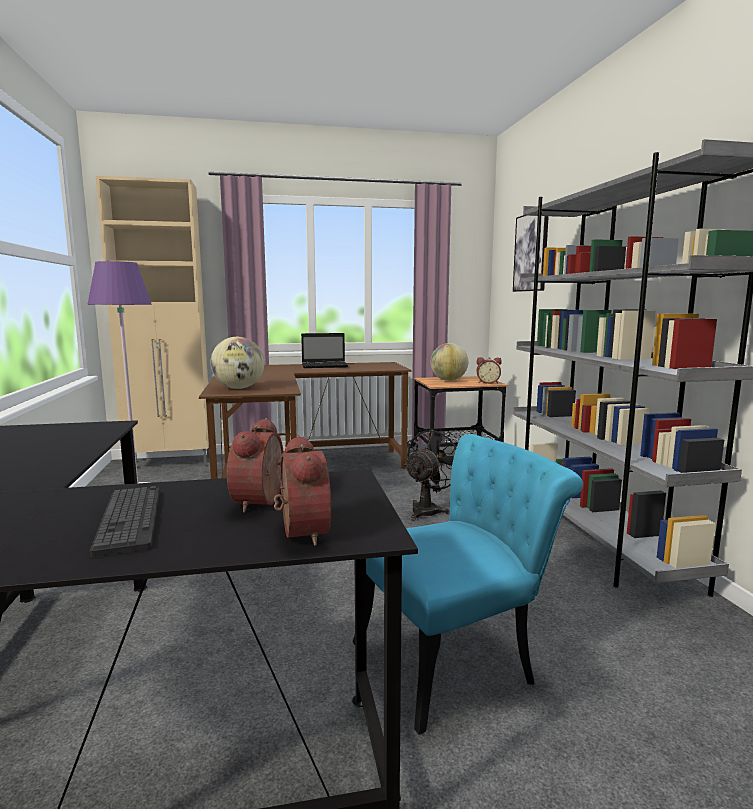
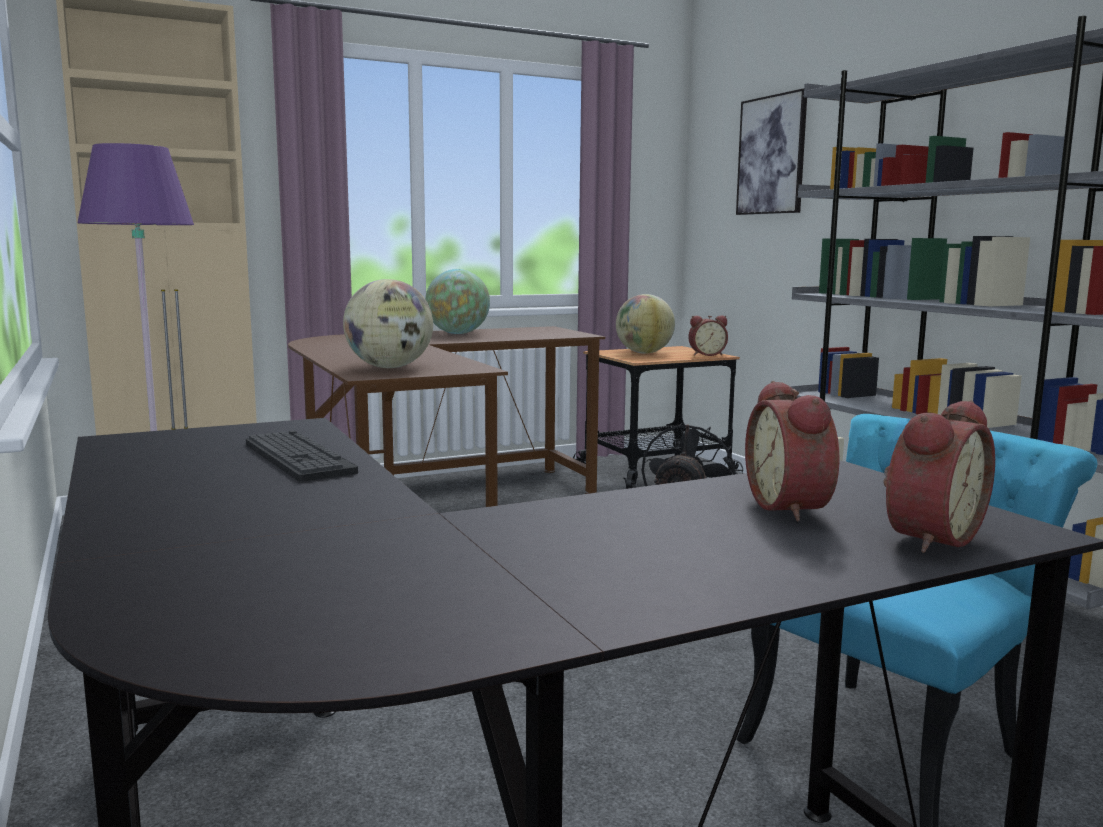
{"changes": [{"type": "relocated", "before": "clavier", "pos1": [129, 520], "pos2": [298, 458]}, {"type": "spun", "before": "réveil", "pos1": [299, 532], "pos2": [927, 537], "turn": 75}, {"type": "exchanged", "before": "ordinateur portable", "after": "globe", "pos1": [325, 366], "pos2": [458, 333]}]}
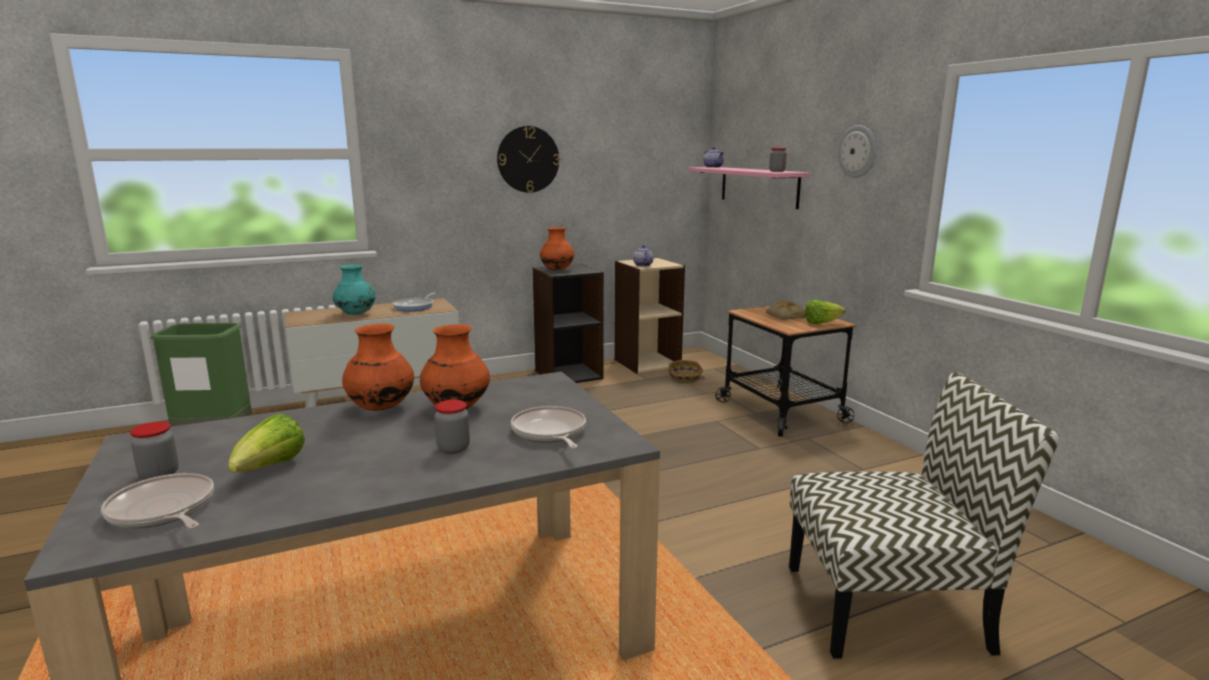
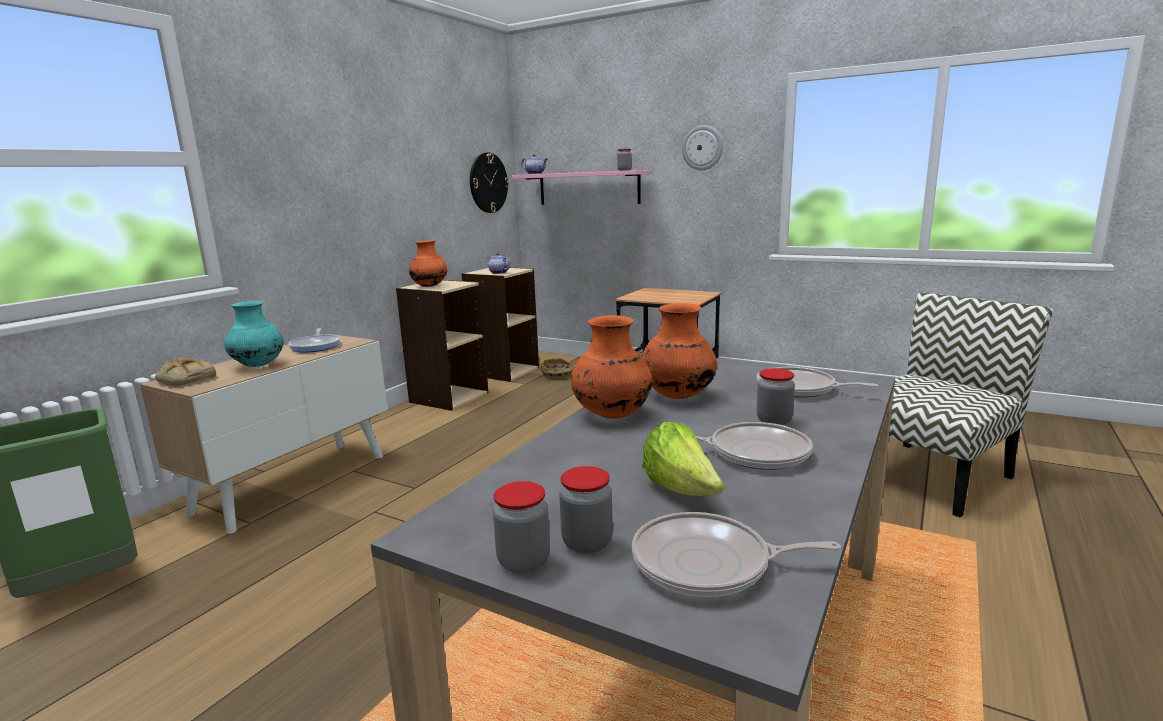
{"changes": [{"type": "relocated", "before": "horloge murale", "pos1": [528, 159], "pos2": [488, 183]}, {"type": "colour", "before": "bibliothèque [noir]", "after": "bibliothèque [beige]", "pos1": [568, 374], "pos2": [448, 397]}, {"type": "relocated", "before": "pain", "pos1": [784, 316], "pos2": [185, 379]}, {"type": "missing", "before": "laitue", "pos1": [821, 323]}, {"type": "appeared", "after": "bocal", "pos2": [523, 561]}, {"type": "appeared", "after": "poêle", "pos2": [753, 453]}]}
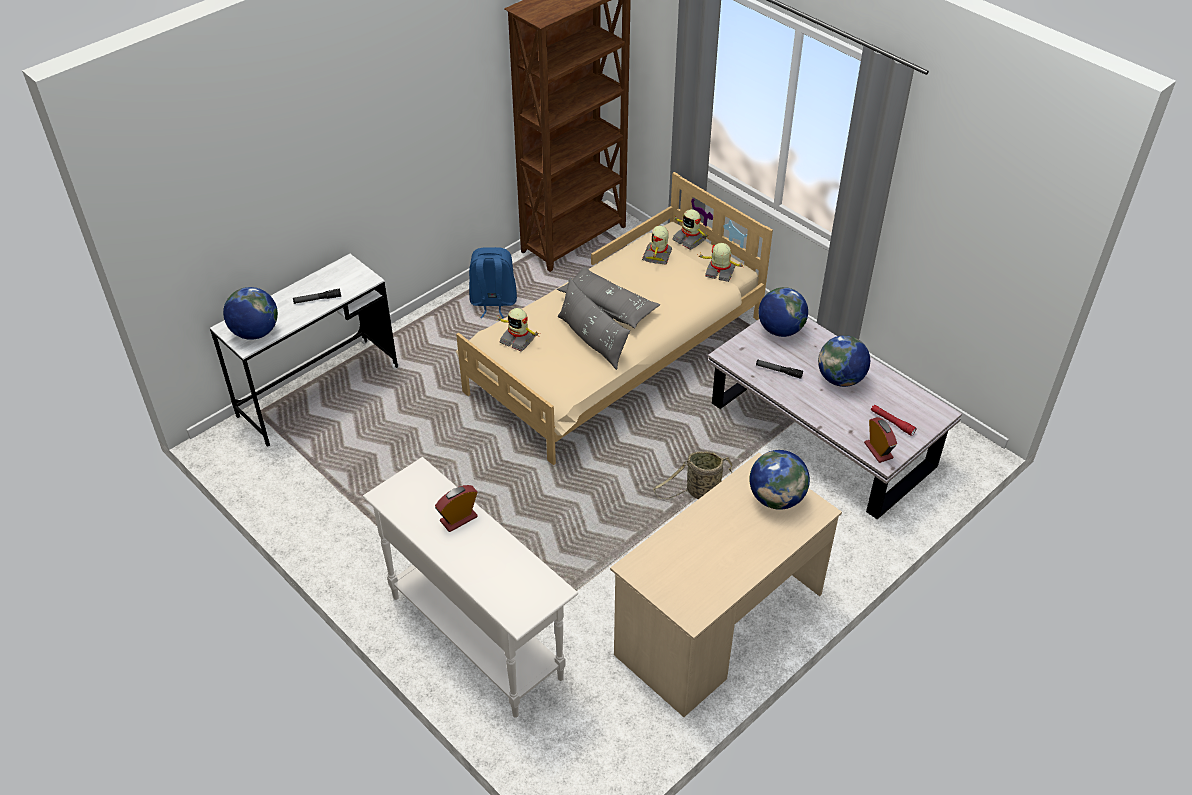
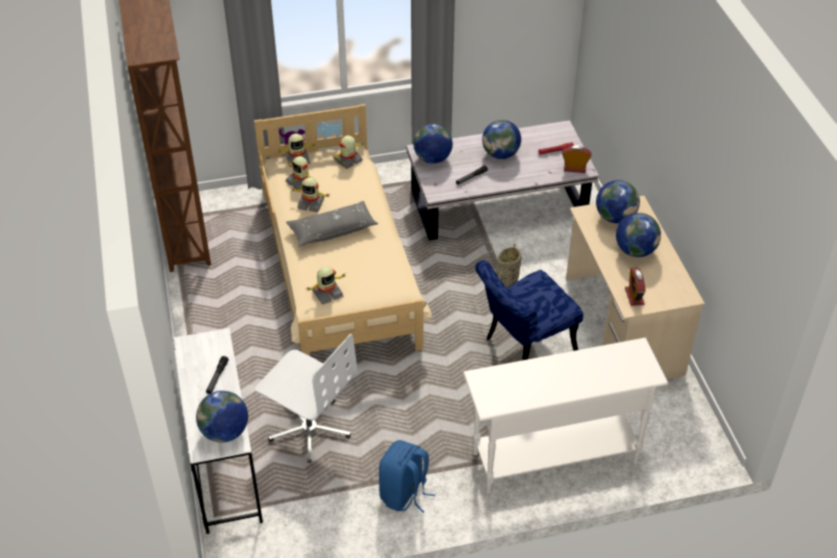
{"changes": [{"type": "relocated", "before": "réveil", "pos1": [458, 519], "pos2": [634, 296]}, {"type": "relocated", "before": "sac à dos [bleu]", "pos1": [493, 302], "pos2": [404, 494]}, {"type": "missing", "before": "coussin [gris]", "pos1": [592, 339]}, {"type": "appeared", "after": "chaise de bureau [blanc]", "pos2": [309, 428]}, {"type": "appeared", "after": "robot jouet", "pos2": [311, 203]}, {"type": "appeared", "after": "chaise [bleu]", "pos2": [523, 346]}, {"type": "appeared", "after": "globe", "pos2": [635, 250]}]}
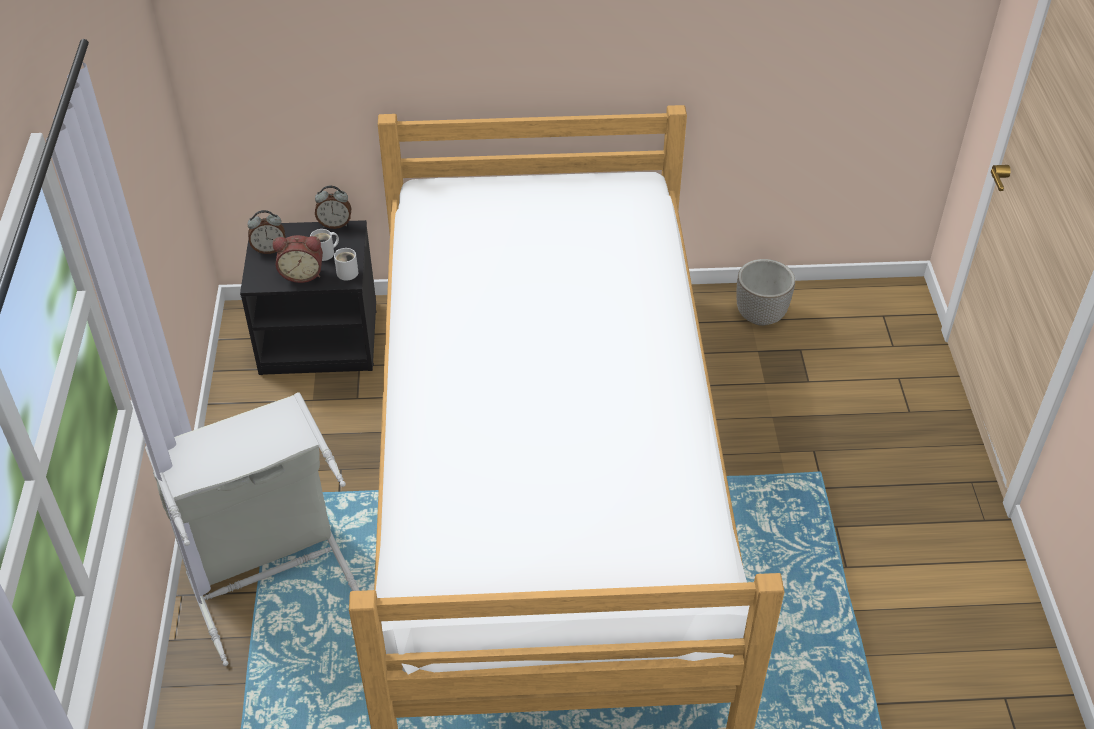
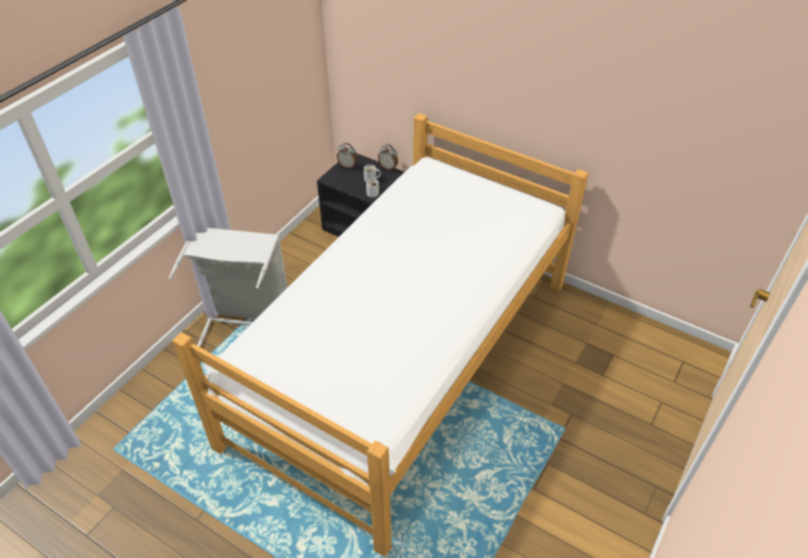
{"changes": [{"type": "missing", "before": "réveil", "pos1": [302, 273]}, {"type": "missing", "before": "cache-pot", "pos1": [761, 316]}]}
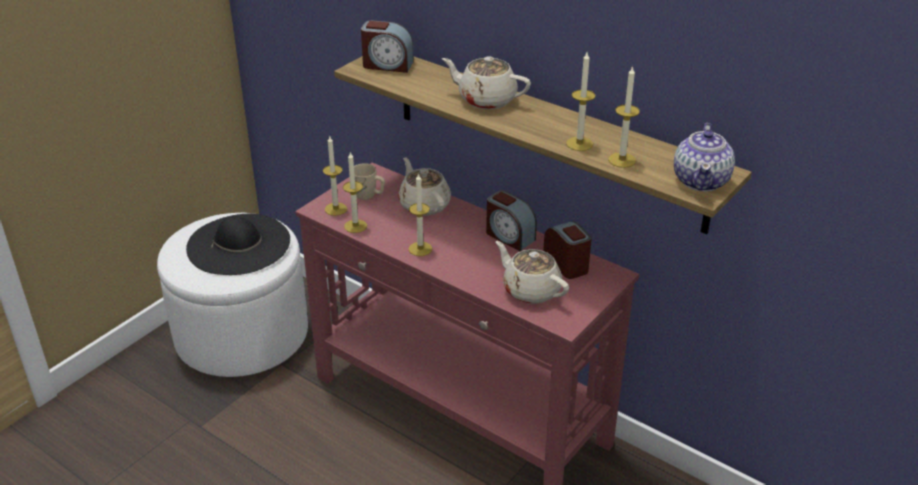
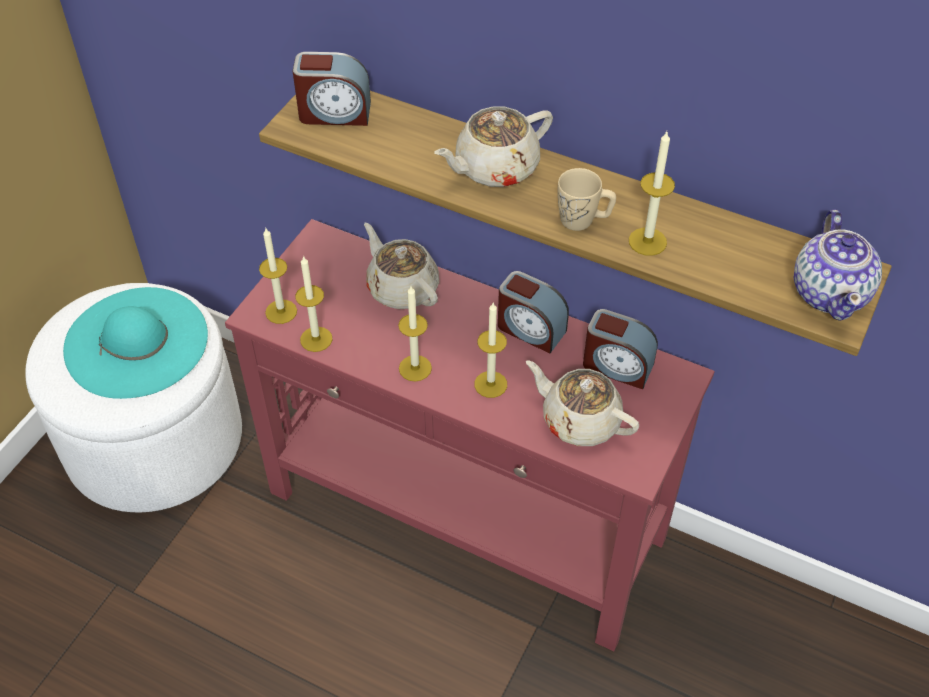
{"changes": [{"type": "colour", "before": "chapeau [noir]", "after": "chapeau [turquoise]", "pos1": [239, 244], "pos2": [136, 342]}, {"type": "relocated", "before": "mug [beige]", "pos1": [369, 195], "pos2": [583, 220]}, {"type": "spun", "before": "théière [beige]", "pos1": [486, 99], "pos2": [495, 168], "turn": -45}, {"type": "spun", "before": "réveil", "pos1": [567, 263], "pos2": [617, 366], "turn": 150}, {"type": "relocated", "before": "bougie", "pos1": [622, 160], "pos2": [490, 384]}]}
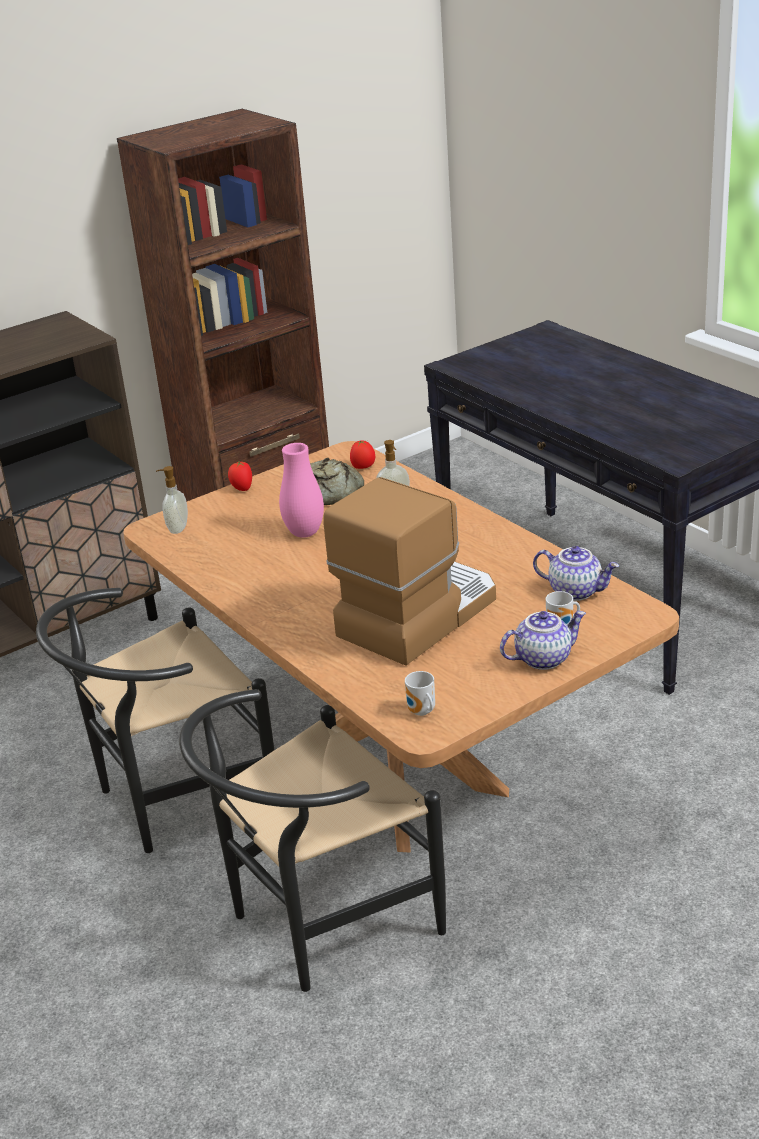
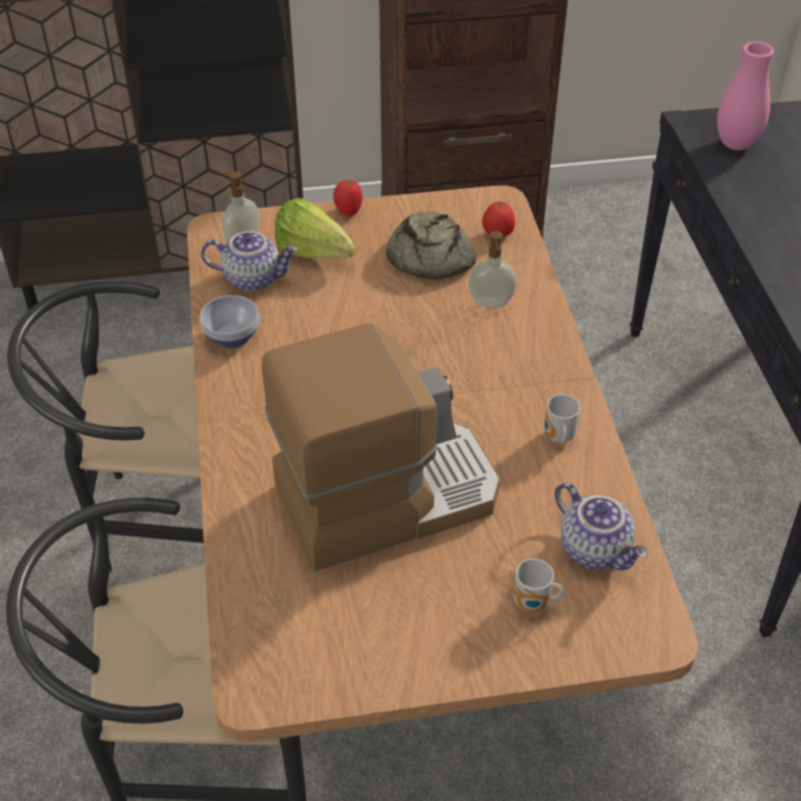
{"changes": [{"type": "relocated", "before": "vase [rose]", "pos1": [304, 533], "pos2": [735, 144]}, {"type": "relocated", "before": "mug", "pos1": [421, 712], "pos2": [557, 438]}, {"type": "relocated", "before": "théière", "pos1": [543, 658], "pos2": [253, 278]}, {"type": "appeared", "after": "bol", "pos2": [230, 337]}, {"type": "appeared", "after": "laitue", "pos2": [318, 256]}]}
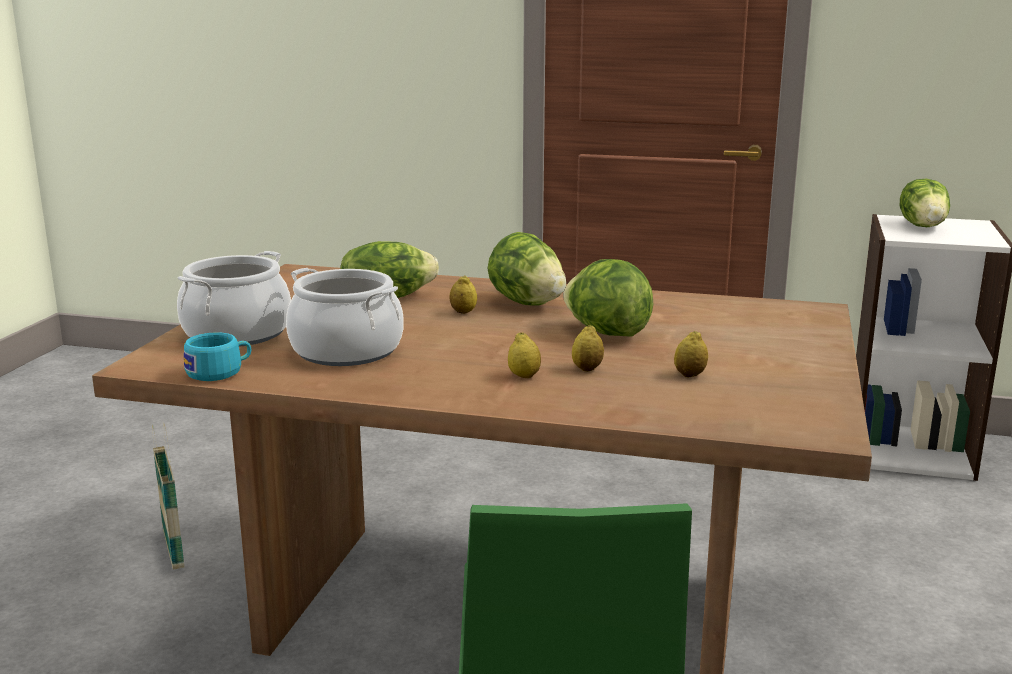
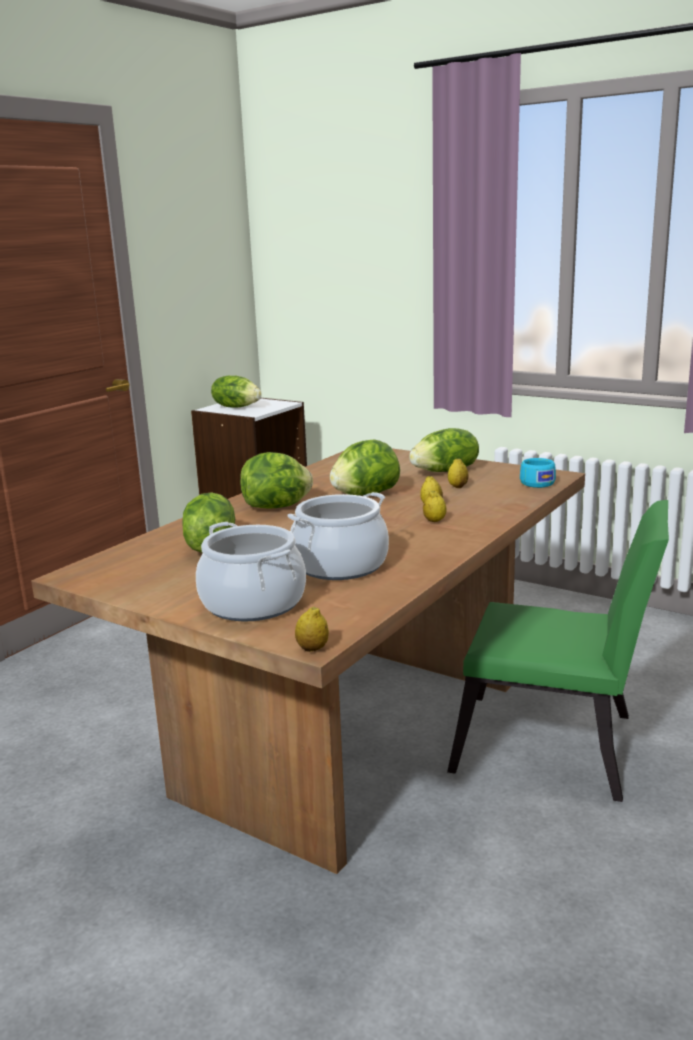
{"changes": [{"type": "missing", "before": "panier", "pos1": [173, 550]}, {"type": "relocated", "before": "tasse [turquoise]", "pos1": [220, 372], "pos2": [535, 482]}, {"type": "relocated", "before": "citron", "pos1": [463, 312], "pos2": [312, 649]}, {"type": "appeared", "after": "laitue", "pos2": [446, 471]}]}
